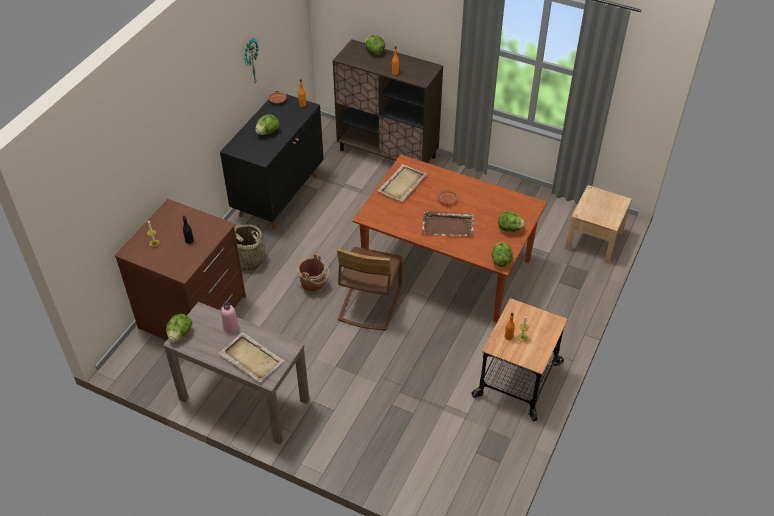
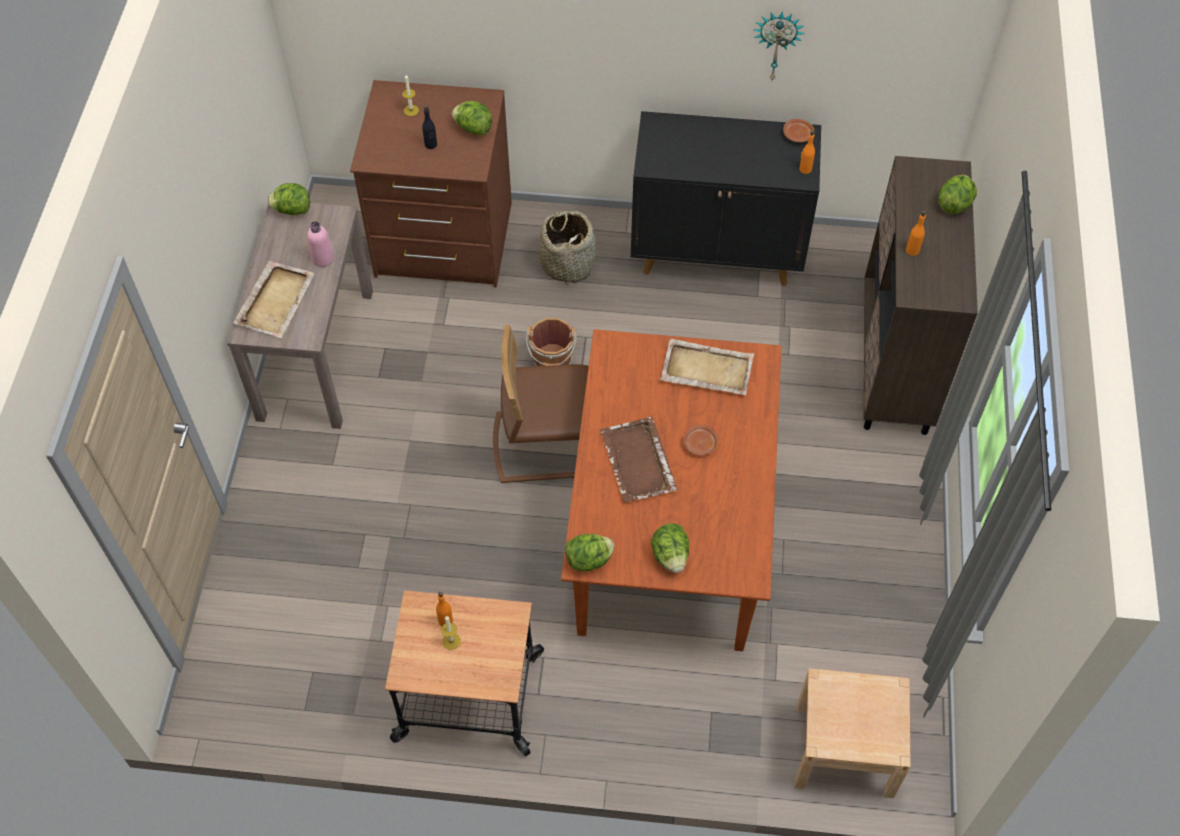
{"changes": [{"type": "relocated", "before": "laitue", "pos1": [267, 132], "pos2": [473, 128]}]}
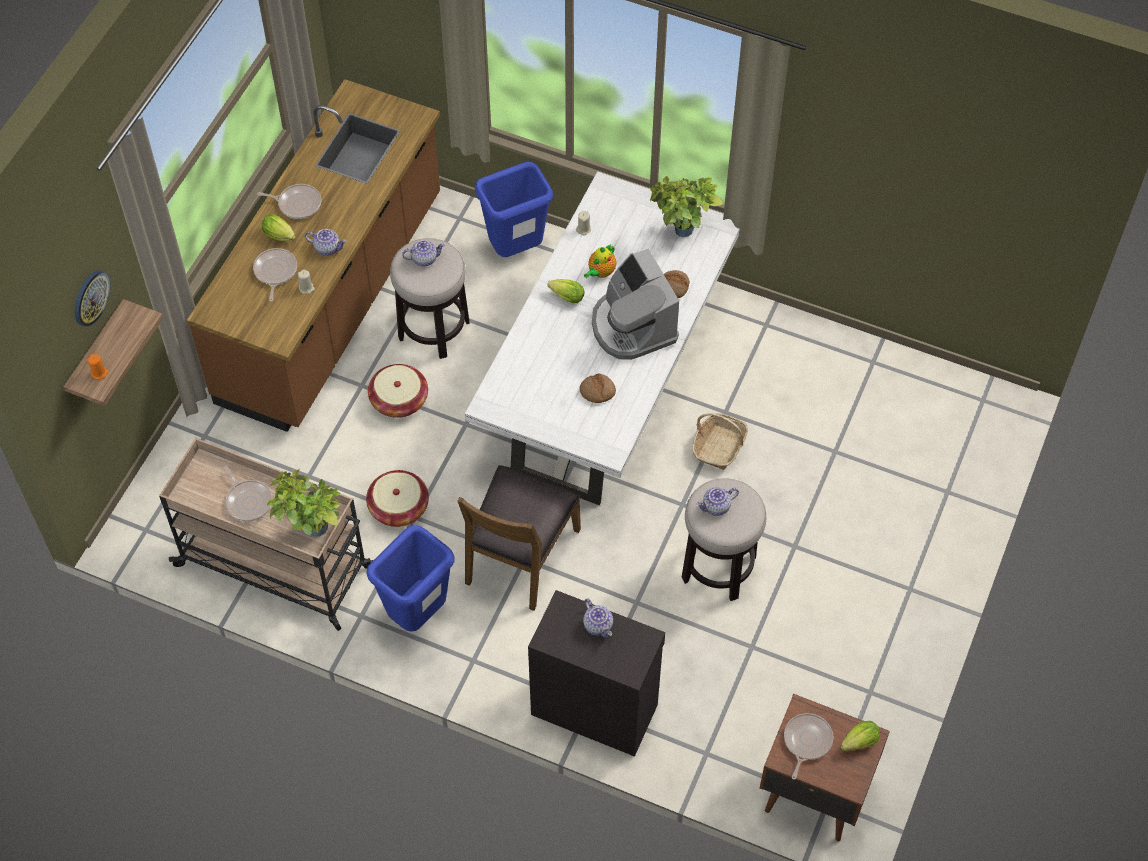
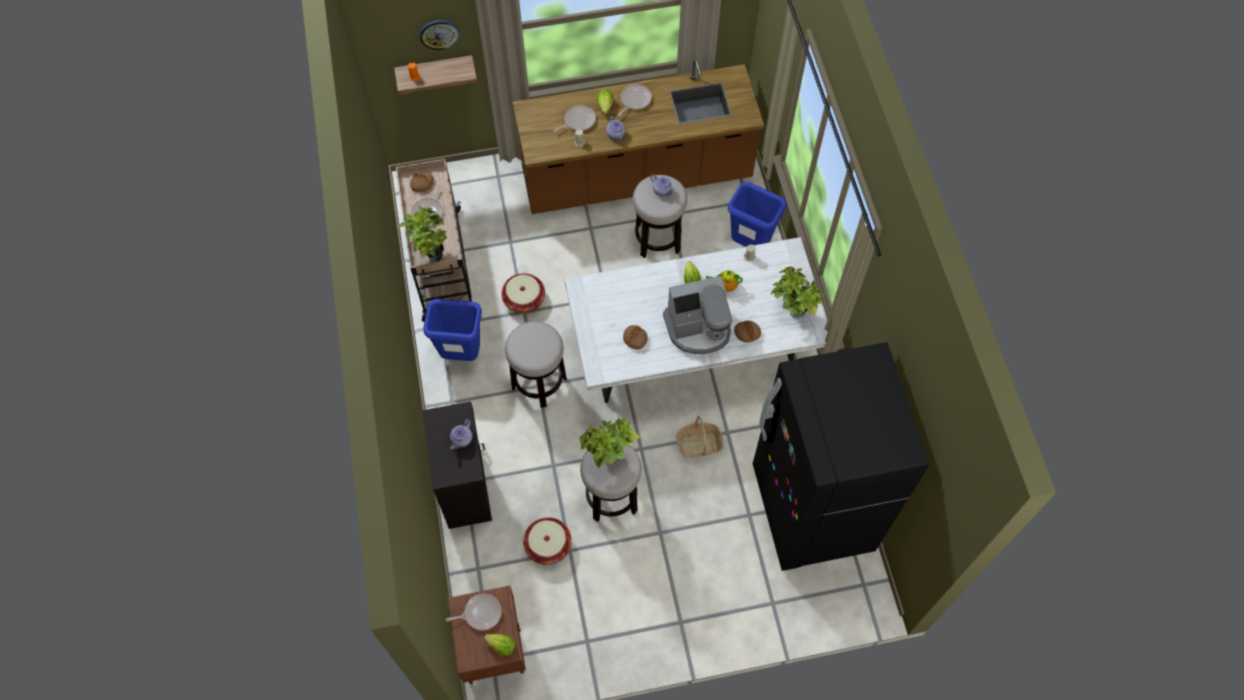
{"changes": [{"type": "spun", "before": "poêle", "pos1": [297, 204], "pos2": [634, 100], "turn": -120}, {"type": "relocated", "before": "panier", "pos1": [399, 400], "pos2": [548, 545]}, {"type": "exchanged", "before": "chaise [marron]", "after": "tabouret", "pos1": [520, 555], "pos2": [539, 382]}, {"type": "spun", "before": "machine à café", "pos1": [632, 326], "pos2": [698, 328], "turn": -135}, {"type": "exchanged", "before": "théière", "after": "plante en pot", "pos1": [716, 507], "pos2": [607, 458]}, {"type": "appeared", "after": "pain", "pos2": [422, 183]}, {"type": "appeared", "after": "réfrigérateur [noir]", "pos2": [811, 509]}]}
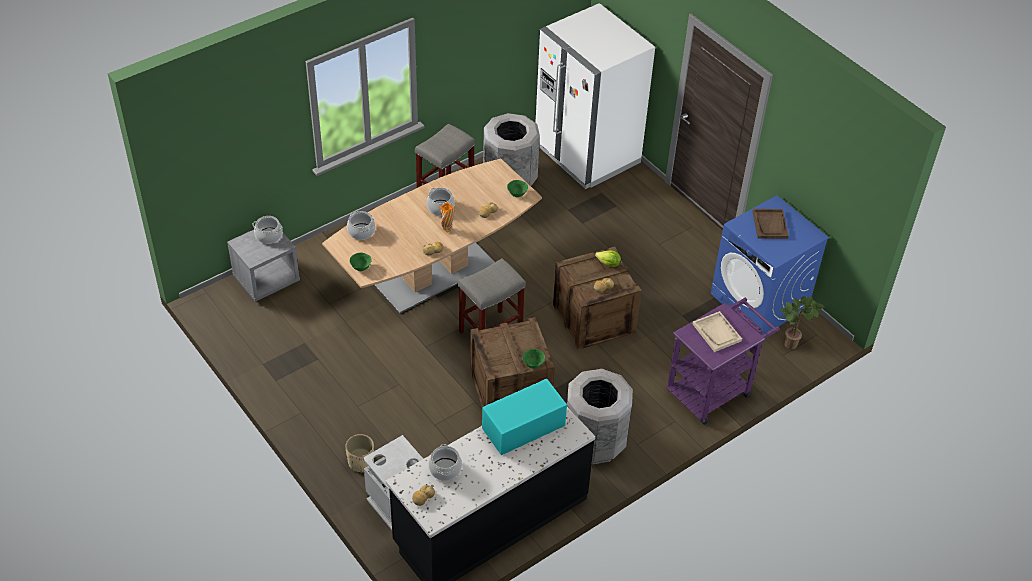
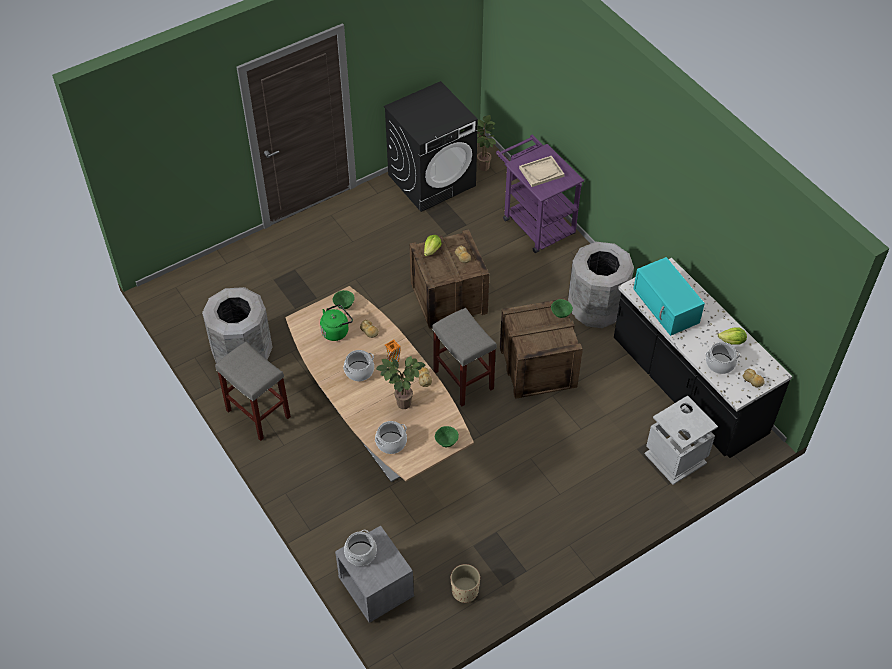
{"changes": [{"type": "relocated", "before": "cache-pot [beige]", "pos1": [361, 462], "pos2": [465, 591]}, {"type": "missing", "before": "réfrigérateur [blanc]", "pos1": [586, 154]}, {"type": "colour", "before": "lave-linge [bleu]", "after": "lave-linge [noir]", "pos1": [759, 301], "pos2": [432, 180]}, {"type": "missing", "before": "plateau [marron]", "pos1": [770, 225]}, {"type": "appeared", "after": "bouilloire [vert]", "pos2": [336, 331]}, {"type": "appeared", "after": "plante en pot", "pos2": [402, 405]}, {"type": "appeared", "after": "laitue", "pos2": [732, 342]}]}
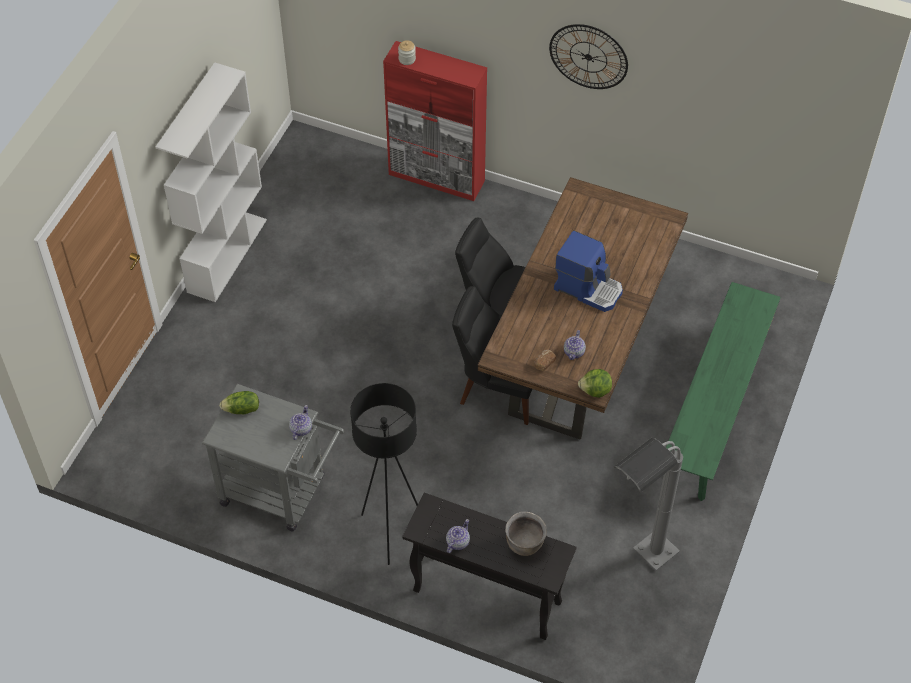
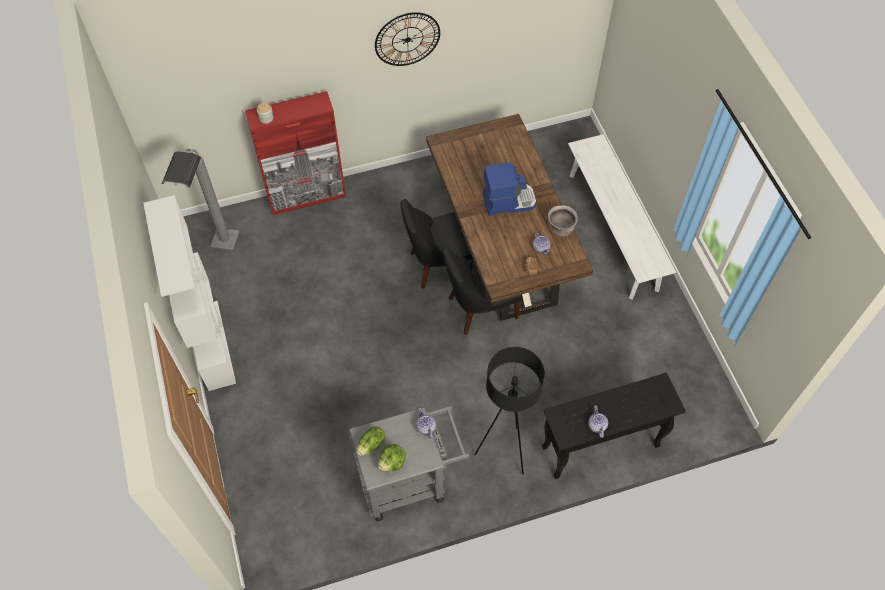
{"changes": [{"type": "relocated", "before": "marmite [marron]", "pos1": [524, 544], "pos2": [560, 229]}, {"type": "relocated", "before": "laitue", "pos1": [595, 391], "pos2": [392, 462]}, {"type": "relocated", "before": "lampadaire [gris]", "pos1": [639, 566], "pos2": [221, 254]}, {"type": "colour", "before": "banc [vert]", "after": "banc [blanc]", "pos1": [715, 409], "pos2": [612, 231]}]}
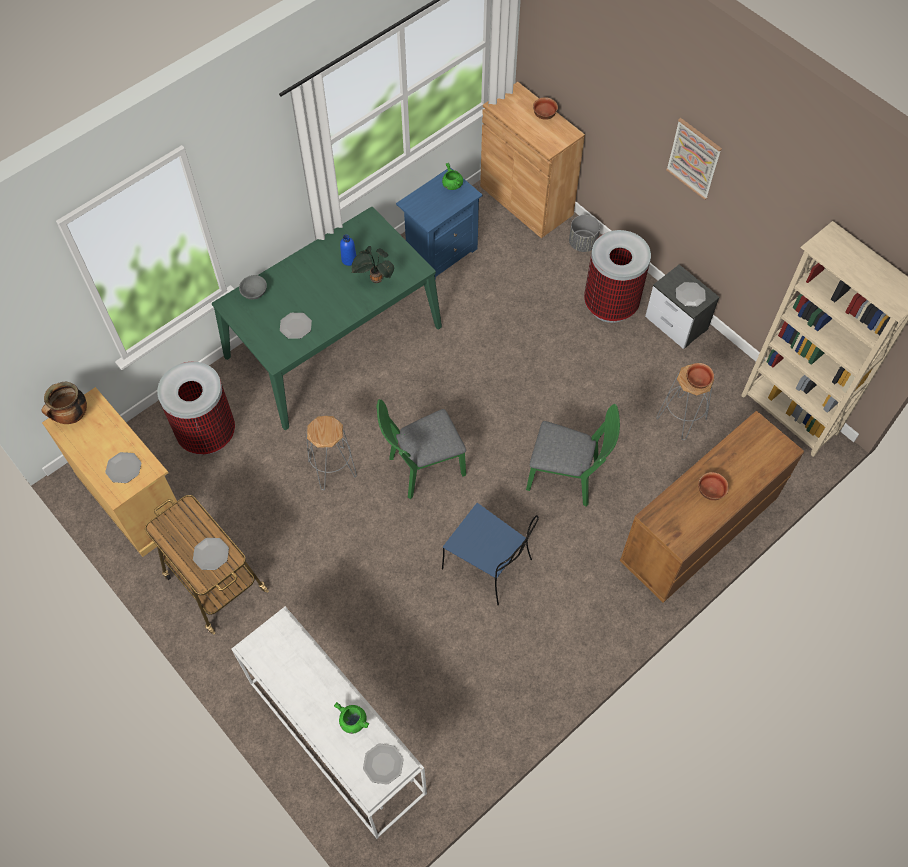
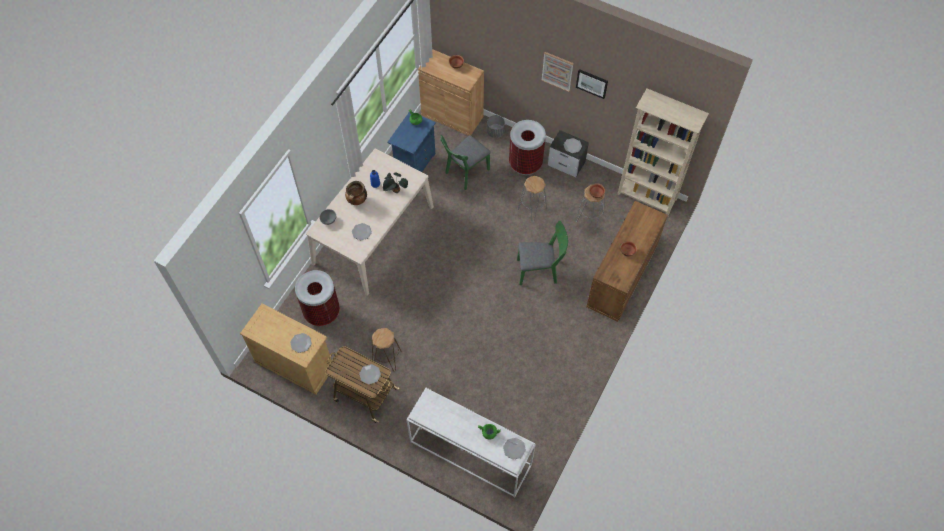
{"changes": [{"type": "relocated", "before": "marmite", "pos1": [72, 416], "pos2": [357, 201]}, {"type": "colour", "before": "table à manger [vert]", "after": "table à manger [beige]", "pos1": [333, 341], "pos2": [373, 235]}, {"type": "relocated", "before": "tabouret [gris]", "pos1": [332, 468], "pos2": [532, 209]}, {"type": "relocated", "before": "chaise [vert]", "pos1": [421, 468], "pos2": [465, 173]}, {"type": "missing", "before": "chaise [bleu]", "pos1": [489, 565]}, {"type": "appeared", "after": "tabouret [marron]", "pos2": [387, 358]}, {"type": "appeared", "after": "tableau", "pos2": [592, 83]}]}
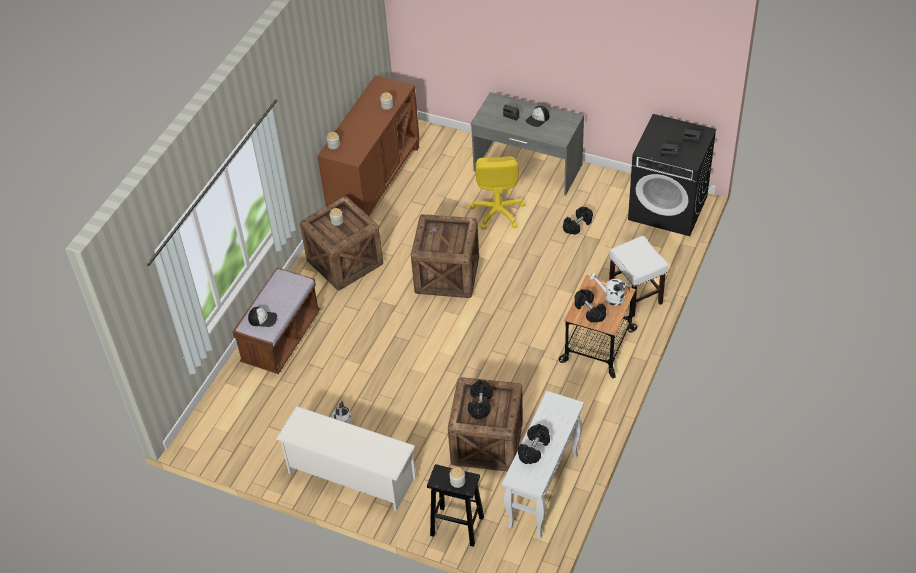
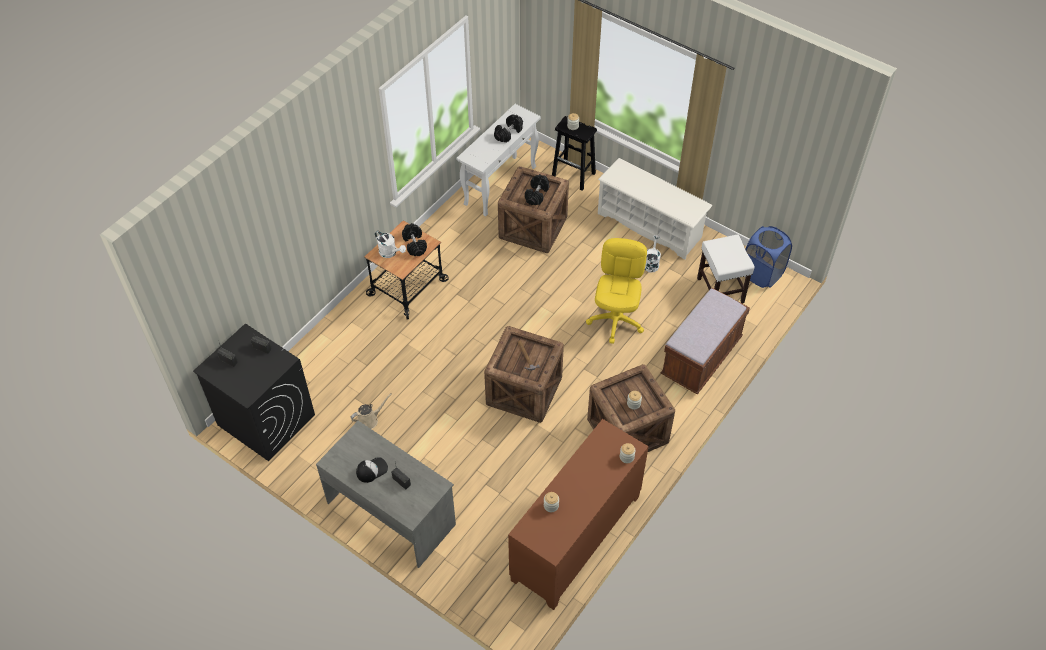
{"changes": [{"type": "missing", "before": "casquette", "pos1": [263, 318]}, {"type": "relocated", "before": "chaise de bureau [jaune]", "pos1": [497, 212], "pos2": [616, 320]}, {"type": "exchanged", "before": "haltère [noir]", "after": "arrosoir [beige]", "pos1": [577, 225], "pos2": [369, 420]}, {"type": "relocated", "before": "tabouret [blanc]", "pos1": [636, 296], "pos2": [720, 290]}, {"type": "appeared", "after": "panier à linge [bleu]", "pos2": [762, 274]}]}
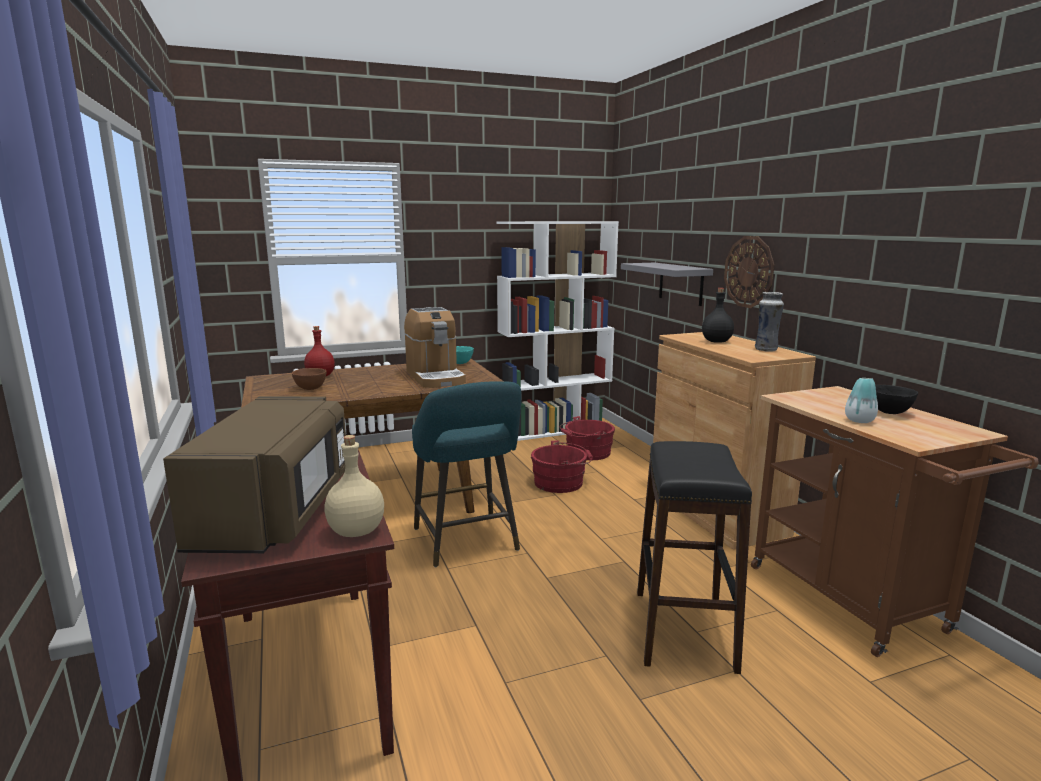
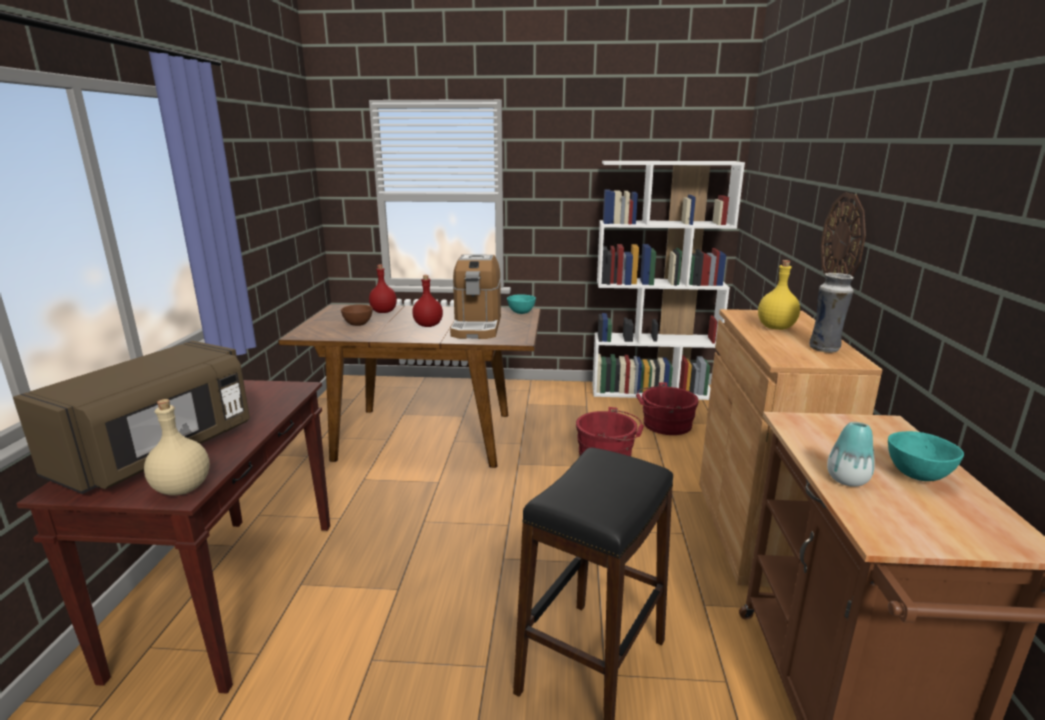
{"changes": [{"type": "missing", "before": "tabouret [turquoise]", "pos1": [467, 542]}, {"type": "missing", "before": "étagère [gris]", "pos1": [681, 283]}, {"type": "colour", "before": "bouteille [noir]", "after": "bouteille [jaune]", "pos1": [716, 341], "pos2": [776, 327]}, {"type": "colour", "before": "bol [noir]", "after": "bol [turquoise]", "pos1": [888, 412], "pos2": [916, 475]}, {"type": "appeared", "after": "bouteille [rouge]", "pos2": [428, 325]}]}
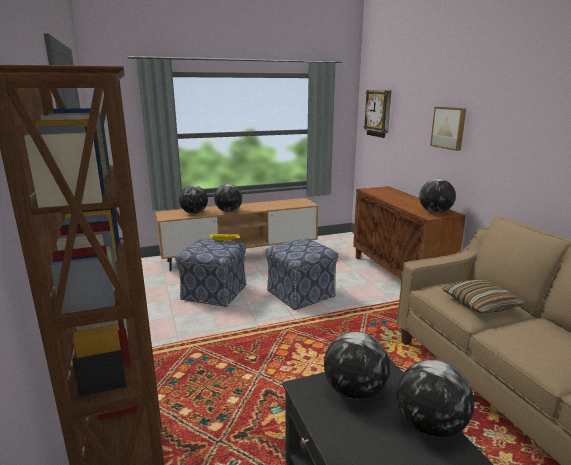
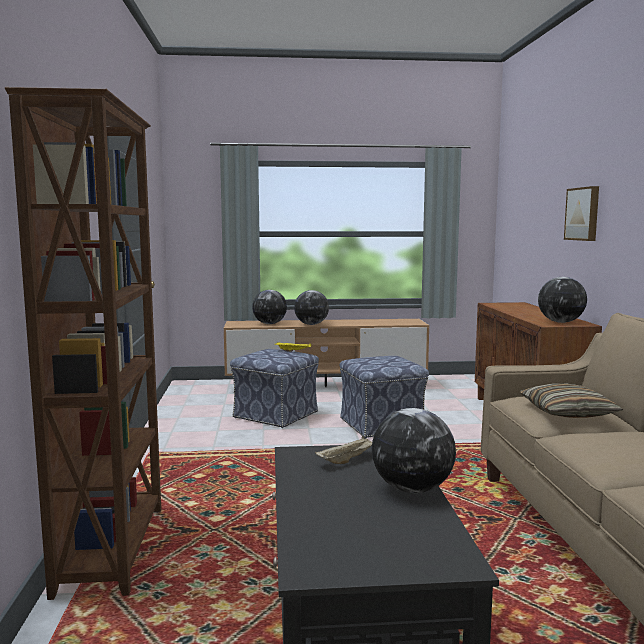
{"changes": [{"type": "exchanged", "before": "globe", "after": "plateau [beige]", "pos1": [354, 391], "pos2": [347, 460]}, {"type": "missing", "before": "horloge murale", "pos1": [378, 113]}]}
